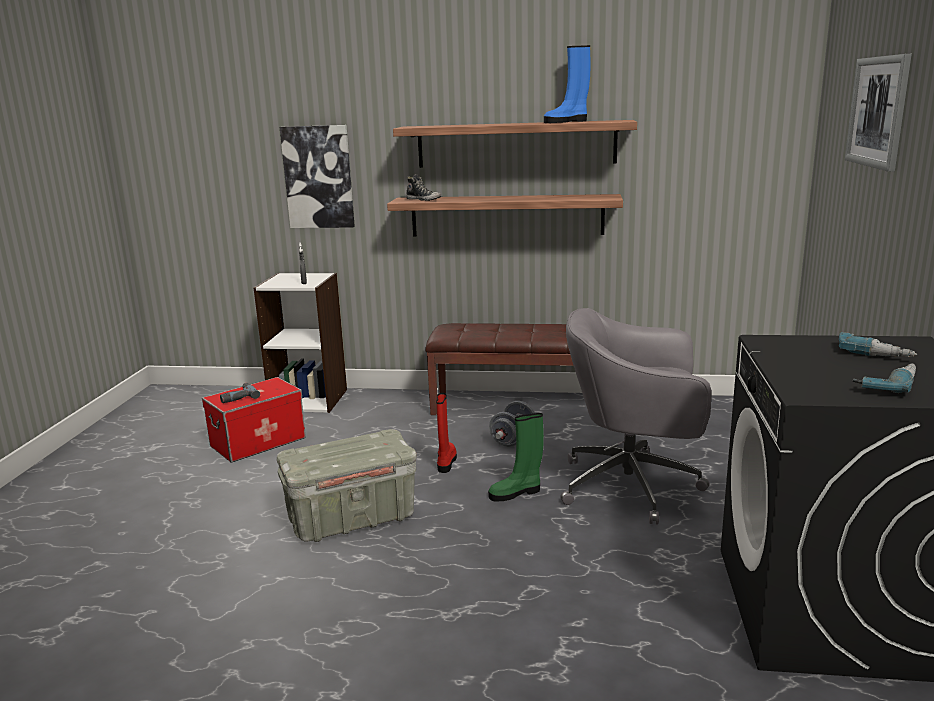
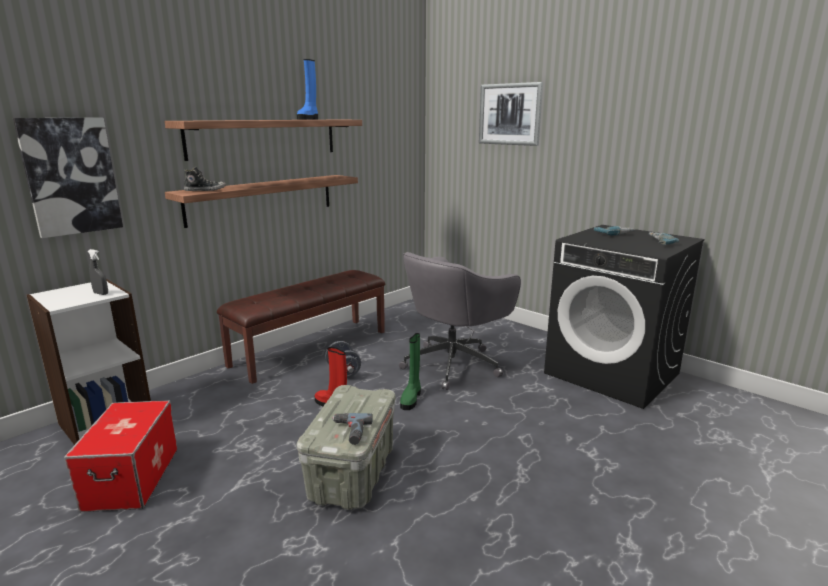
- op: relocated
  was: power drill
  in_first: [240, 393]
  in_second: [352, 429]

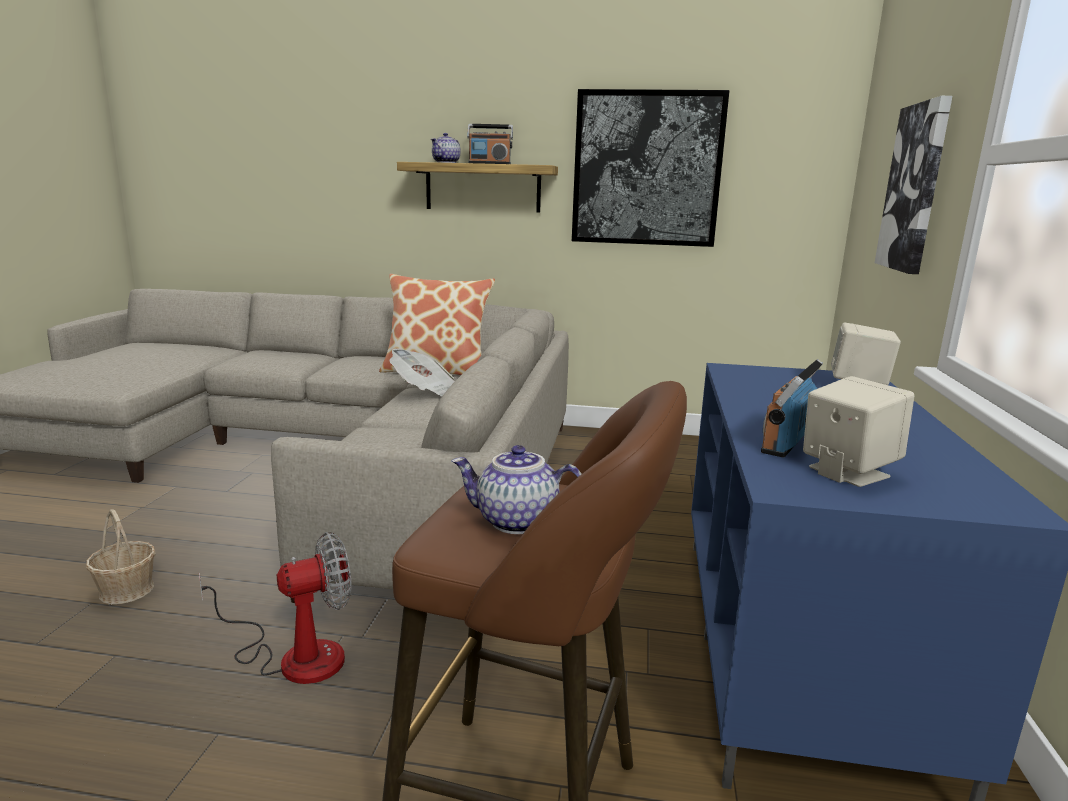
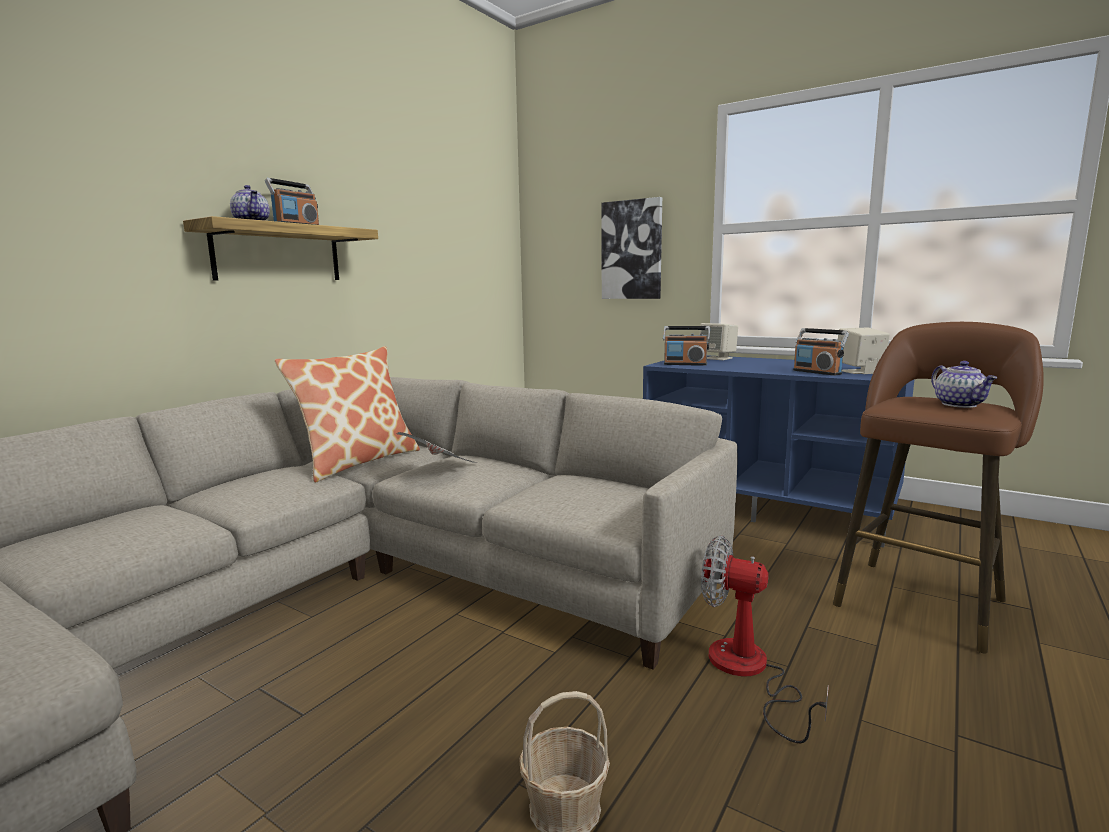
- op: missing
  was: picture
  in_first: [650, 168]
- op: appeared
  now: radio
  in_second: [686, 346]
- op: spun
  was: fan
  in_first: [275, 608]
  in_second: [765, 639]
  clockwise: -60
- op: spun
  was: teapot
  in_first: [516, 489]
  in_second: [964, 384]
  clockwise: -45

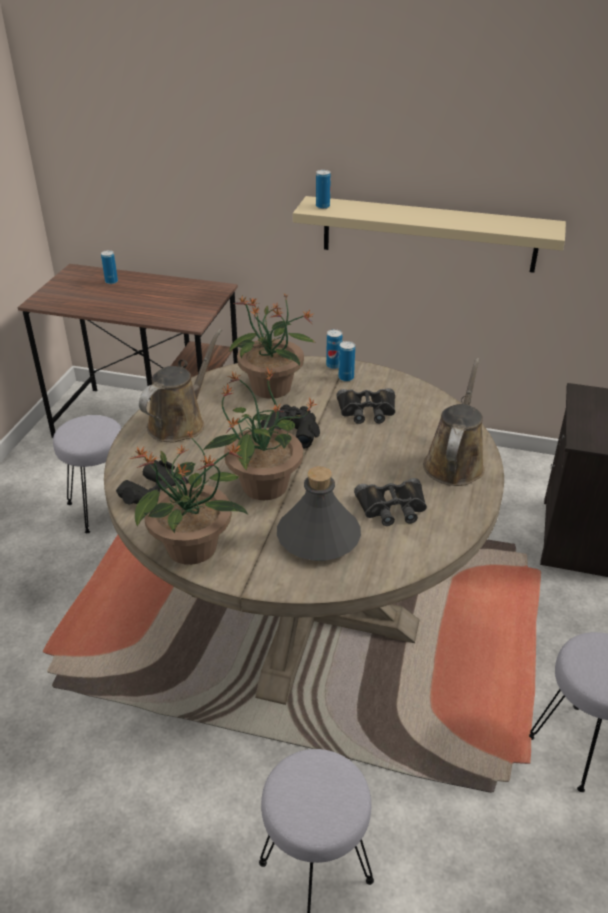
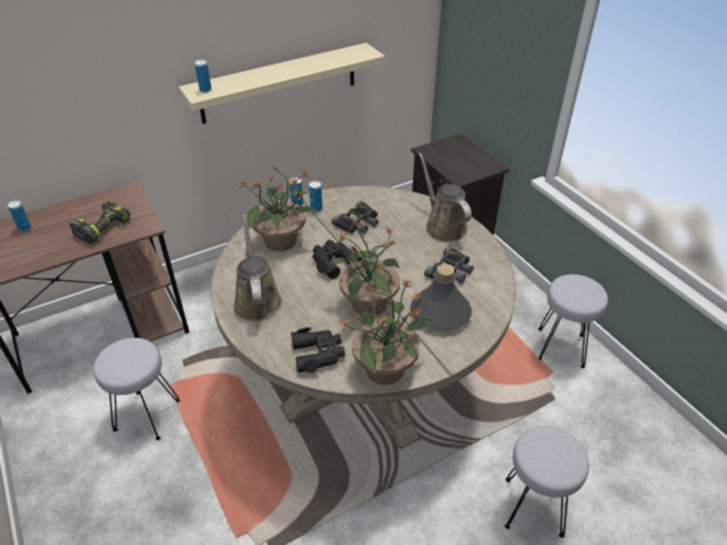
- op: appeared
  now: power drill
  in_second: [99, 223]

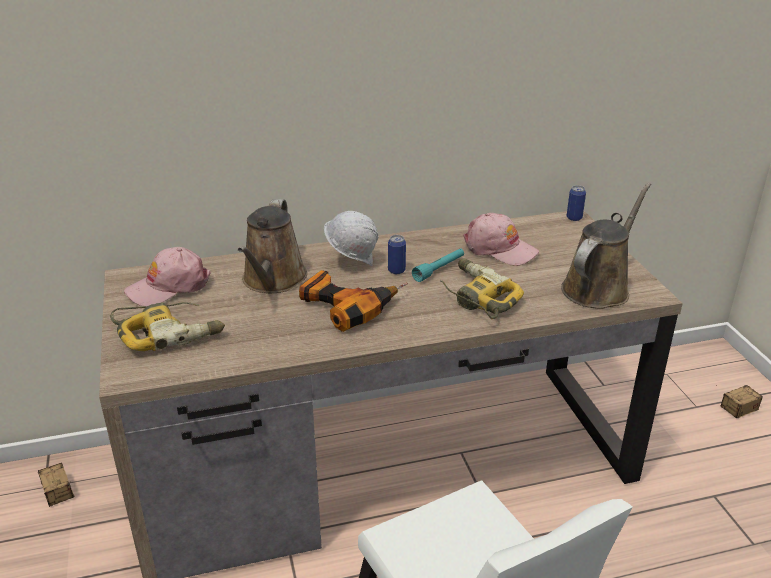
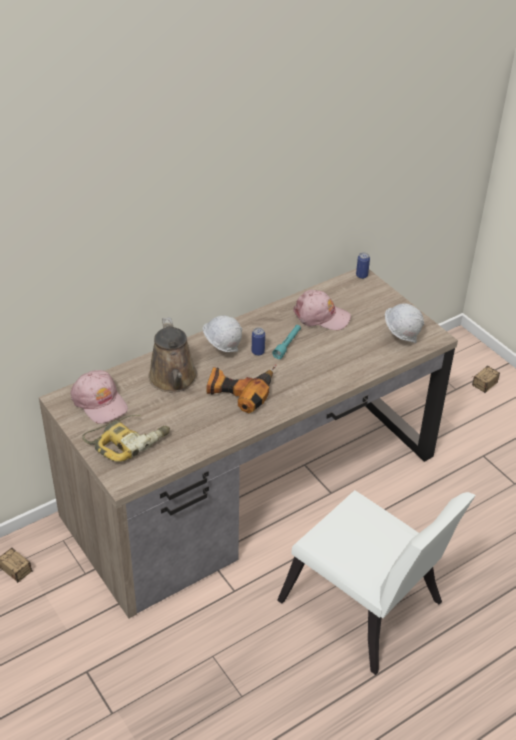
- op: missing
  was: power drill
  in_first: [482, 288]
- op: exchanged
  was: brown watering can
  now: white hard hat
  in_first: [606, 246]
  in_second: [404, 323]
- op: spun
  was: pink cap
  in_first: [167, 276]
  in_second: [99, 397]
  clockwise: -75

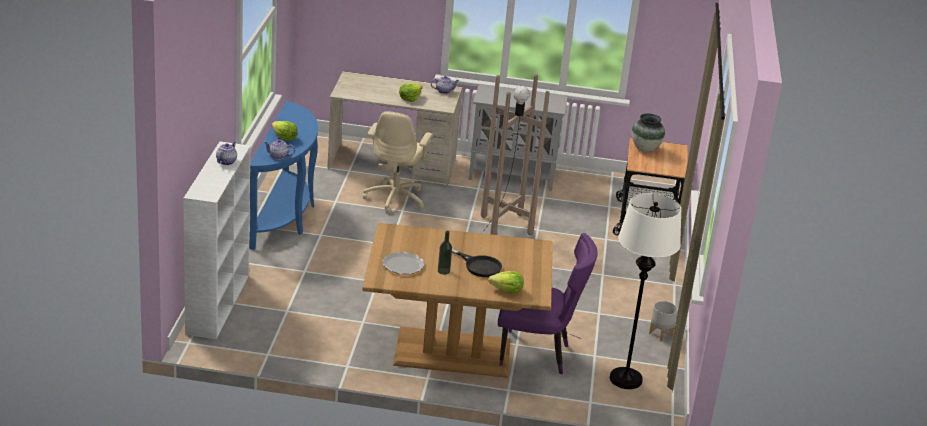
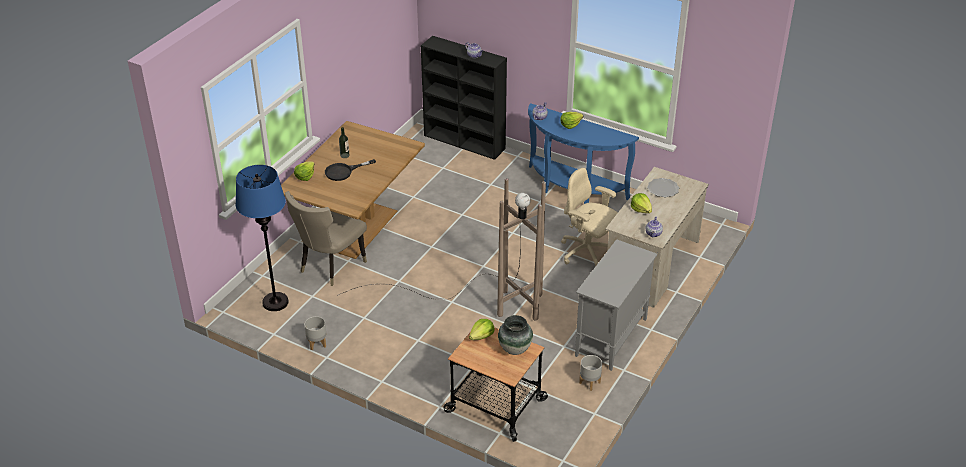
- op: appeared
  now: lettuce
  in_second: [482, 329]
- op: appeared
  now: grey planter
  in_second: [590, 373]
- op: relocated
  was: plate
  in_first: [403, 263]
  in_second: [663, 187]
- op: colour
  was: white bookcase
  now: black bookcase
  in_first: [216, 240]
  in_second: [464, 98]
- op: colour
  was: purple chair
  now: beige chair
  in_first: [548, 304]
  in_second: [326, 238]
- op: colour
  was: white floor lamp
  now: blue floor lamp
  in_first: [645, 291]
  in_second: [262, 238]

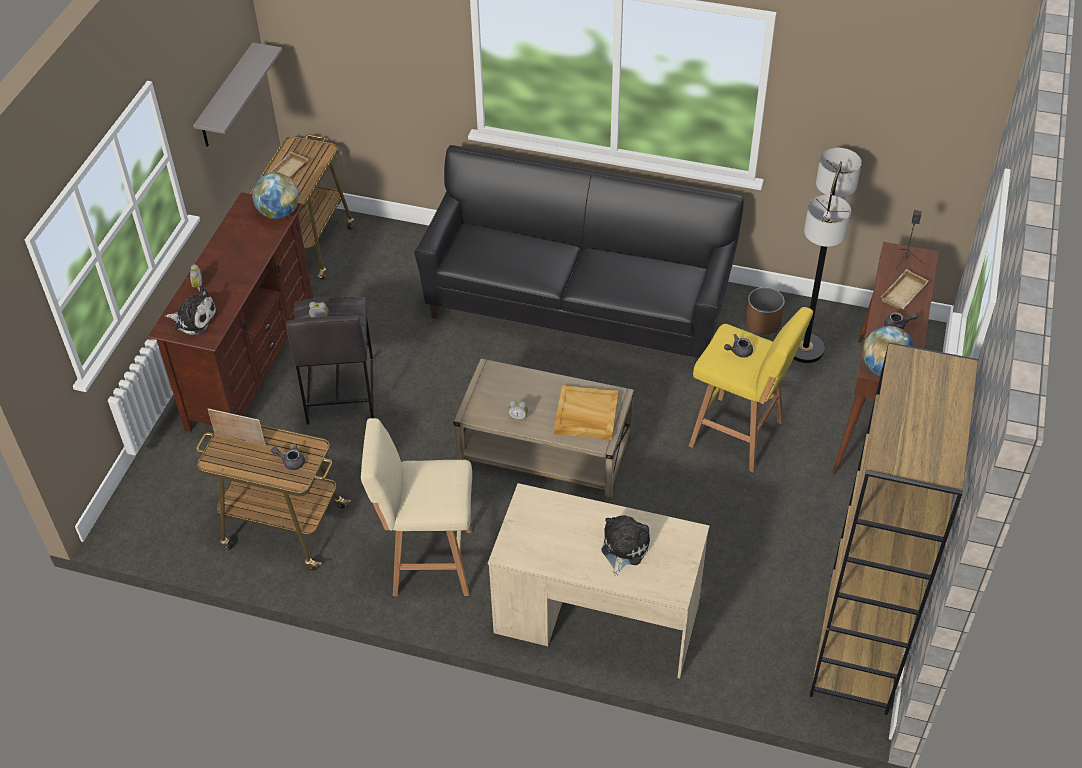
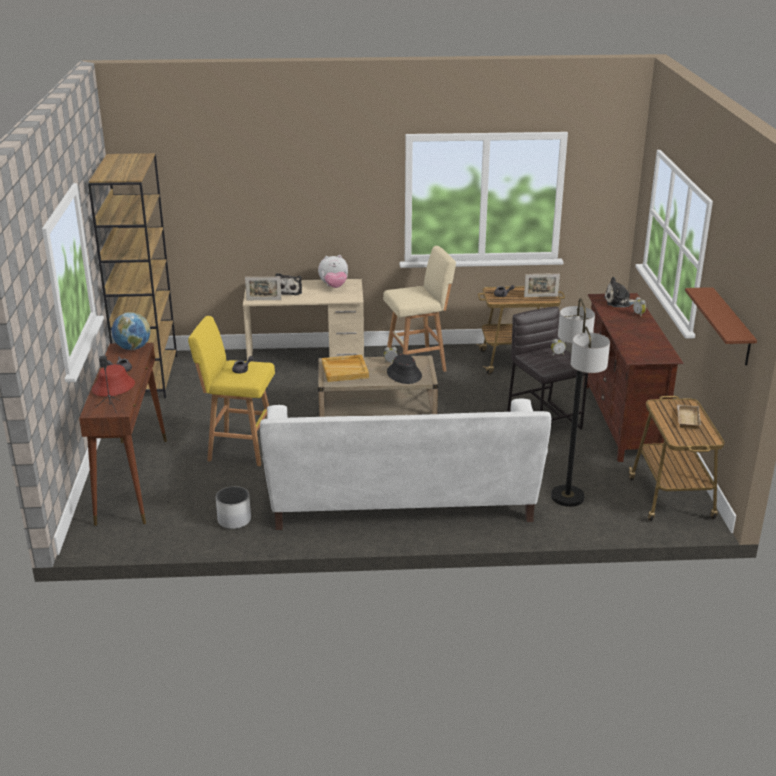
- op: missing
  was: globe
  in_first: [275, 195]
- op: appeared
  now: picture frame
  in_second: [263, 288]
- op: appeared
  now: plush toy
  in_second: [333, 271]
- op: appeared
  now: black hat
  in_second: [404, 369]
- op: relocated
  was: floor lamp
  in_first: [827, 255]
  in_second: [580, 402]
- op: exchanged
  was: beige tray
  now: red hat
  in_first: [905, 289]
  in_second: [113, 380]
- op: colour
  was: grey shelf
  now: brown shelf
  in_first: [237, 94]
  in_second: [721, 326]
- op: colour
  was: black sofa
  now: white sofa
  in_first: [579, 254]
  in_second: [405, 464]
- op: colour
  was: brown planter
  now: white planter
  in_first: [764, 311]
  in_second: [233, 507]

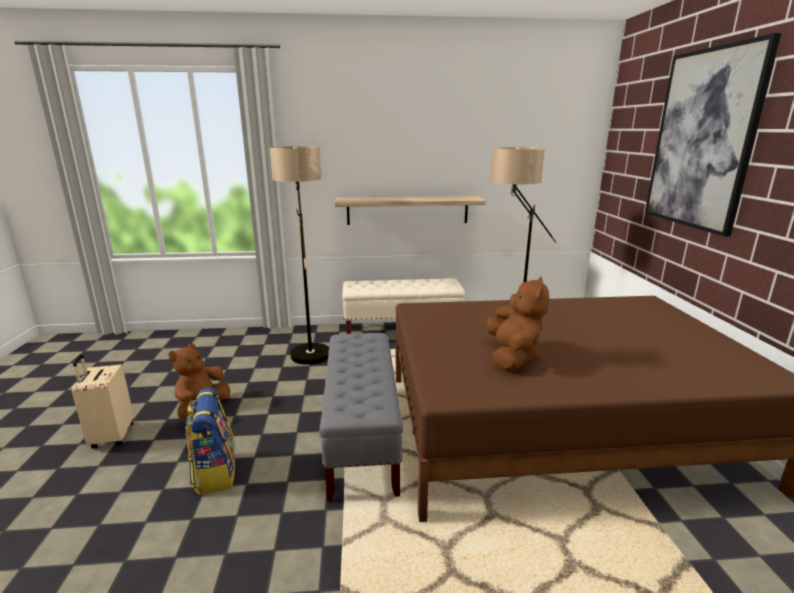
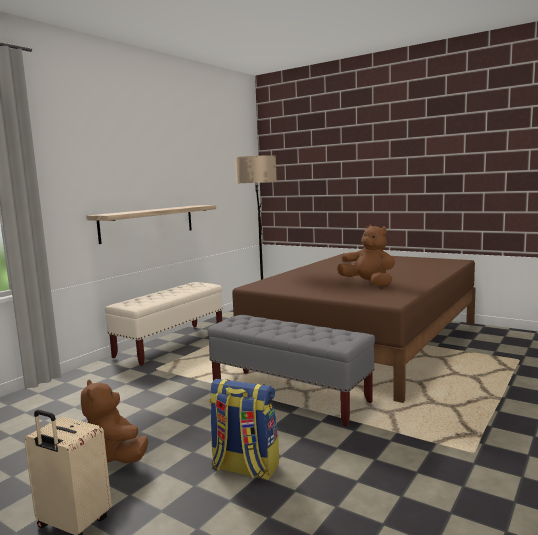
- op: missing
  was: floor lamp
  in_first: [299, 255]
- op: missing
  was: picture
  in_first: [713, 135]

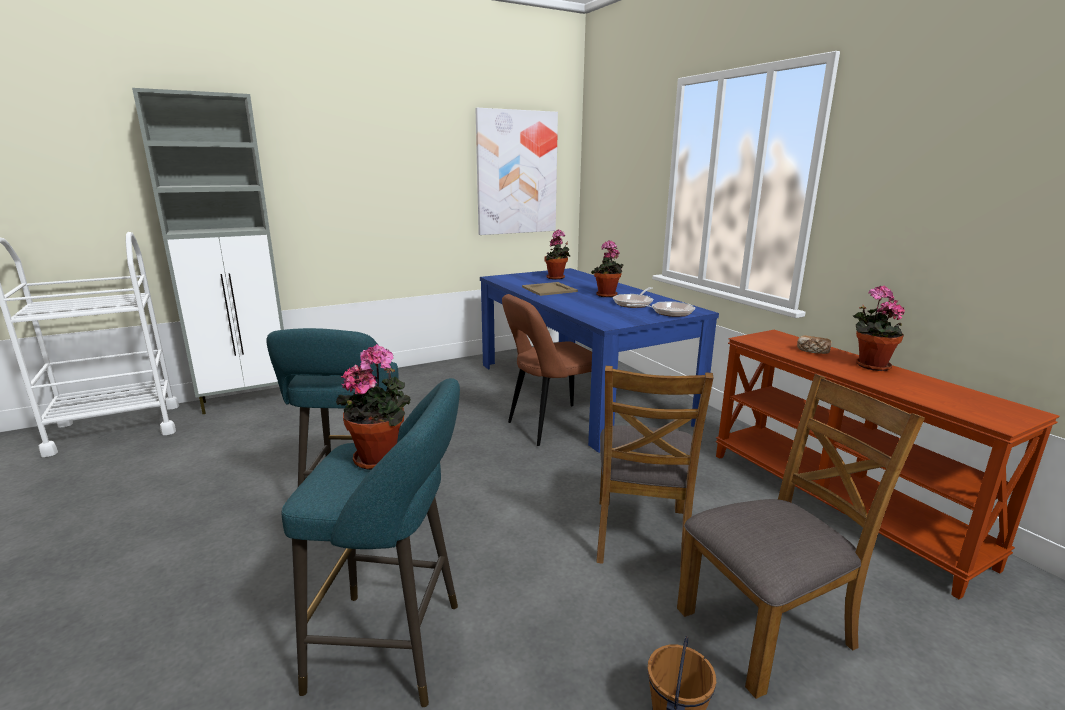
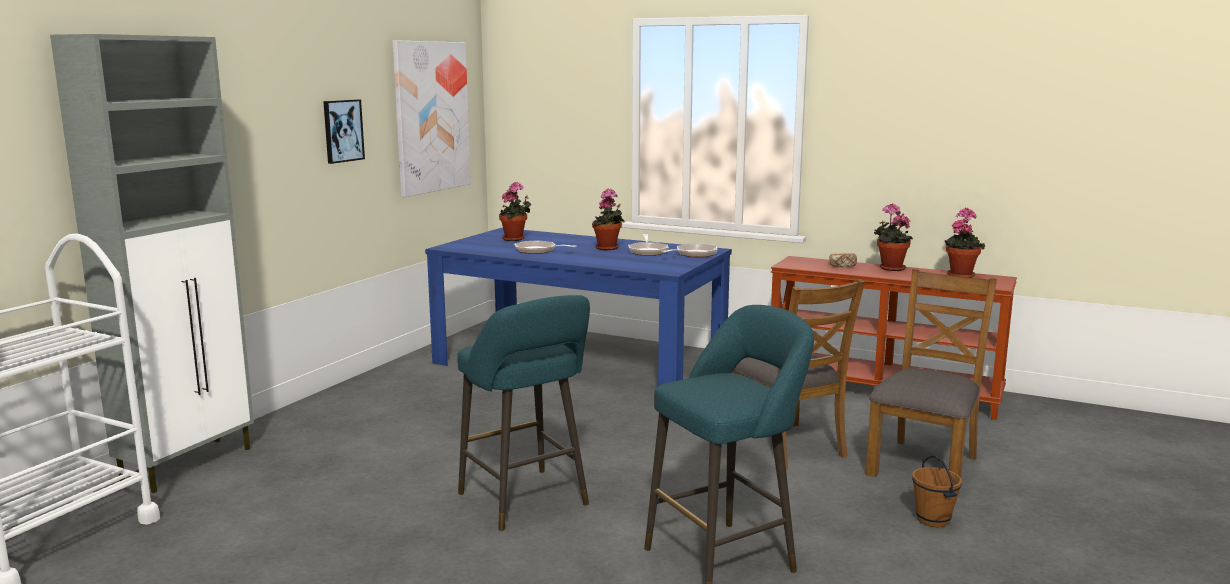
- op: missing
  was: brown chair
  in_first: [547, 370]
- op: appeared
  now: picture
  in_second: [344, 131]
- op: relocated
  was: potted plant
  in_first: [373, 407]
  in_second: [965, 243]
- op: exchanged
  was: beige tray
  now: frying pan
  in_first: [550, 289]
  in_second: [545, 247]

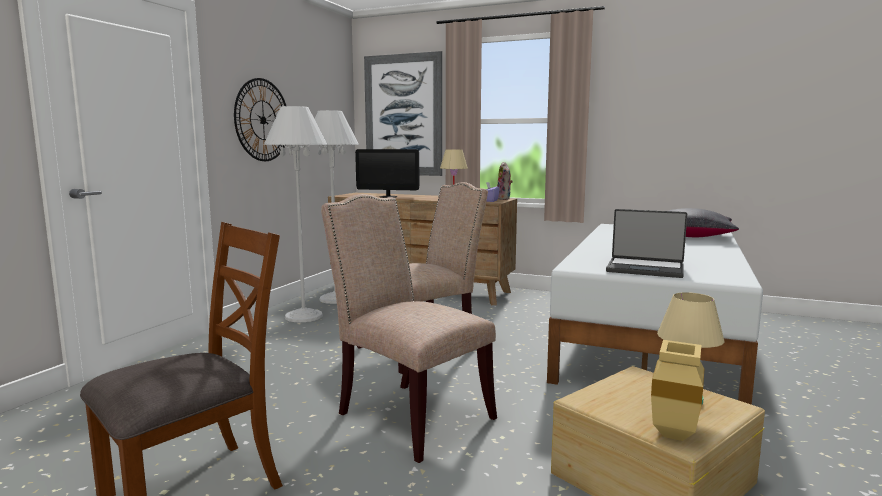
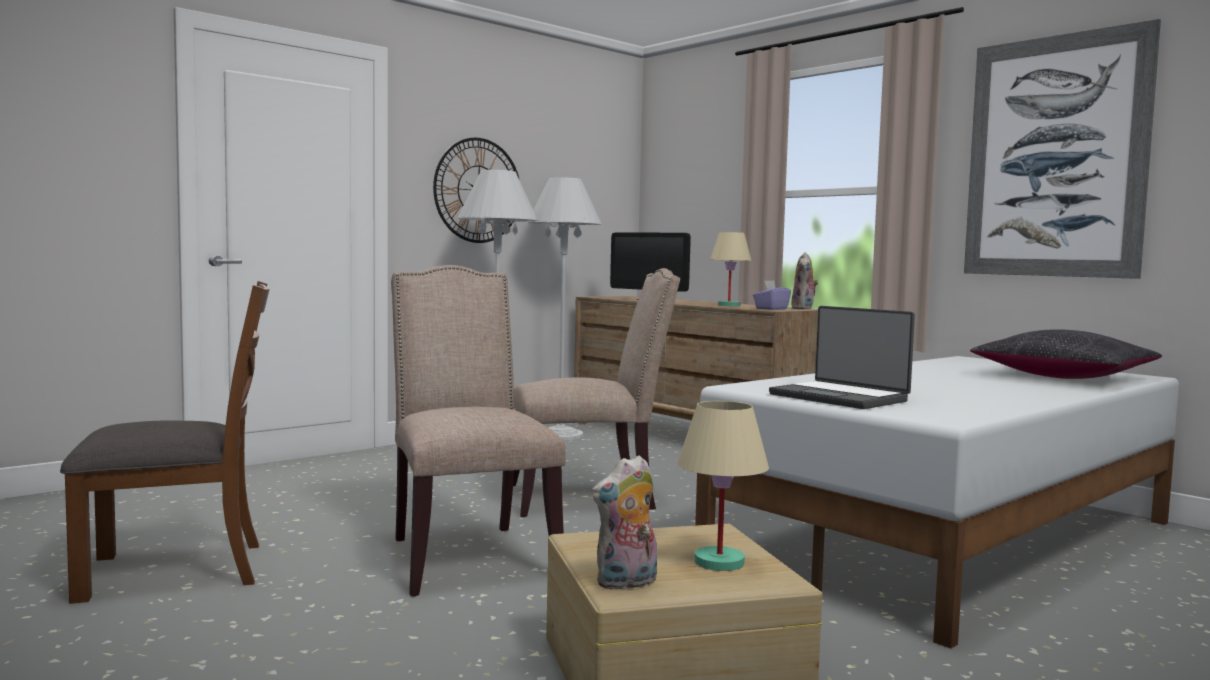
- op: relocated
  was: picture
  in_first: [403, 113]
  in_second: [1062, 149]
- op: exchanged
  was: beige vase
  now: plush toy
  in_first: [677, 390]
  in_second: [624, 523]

